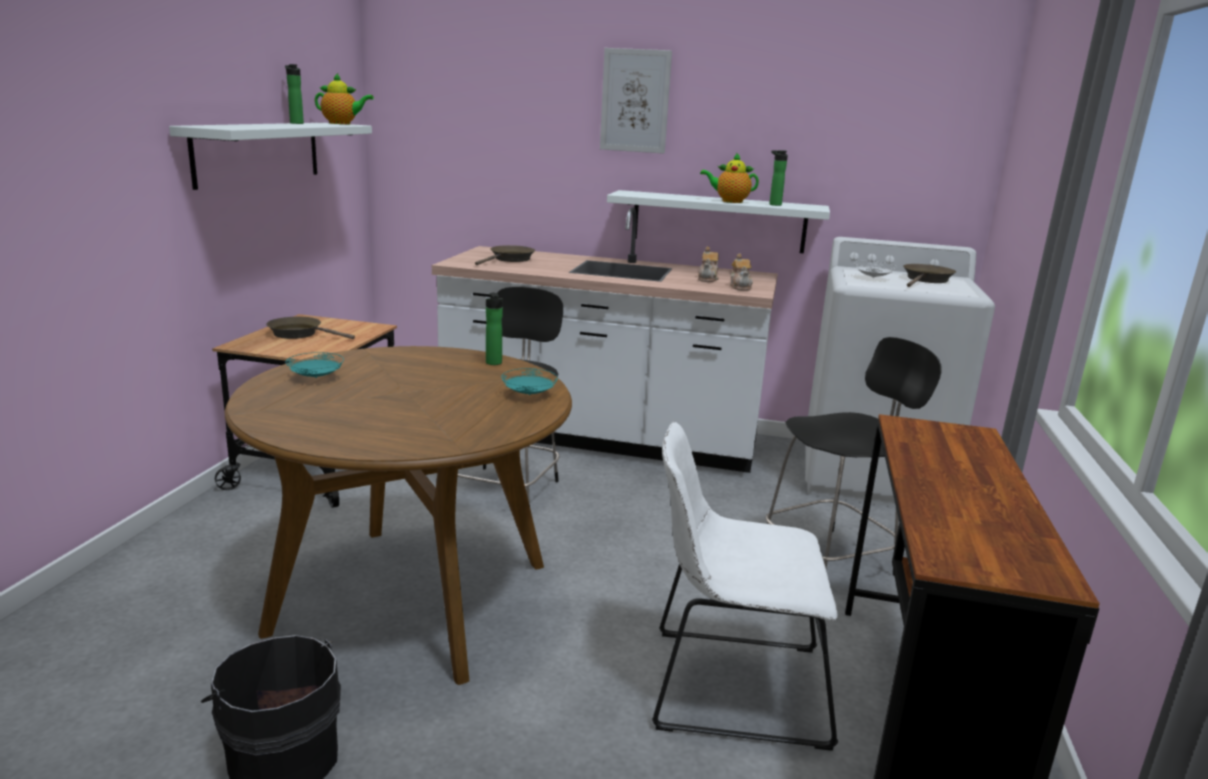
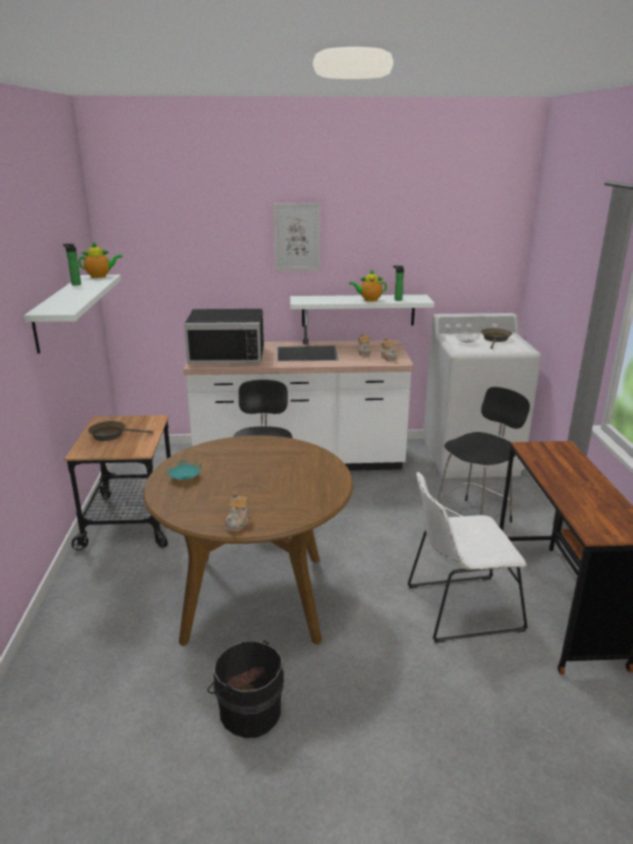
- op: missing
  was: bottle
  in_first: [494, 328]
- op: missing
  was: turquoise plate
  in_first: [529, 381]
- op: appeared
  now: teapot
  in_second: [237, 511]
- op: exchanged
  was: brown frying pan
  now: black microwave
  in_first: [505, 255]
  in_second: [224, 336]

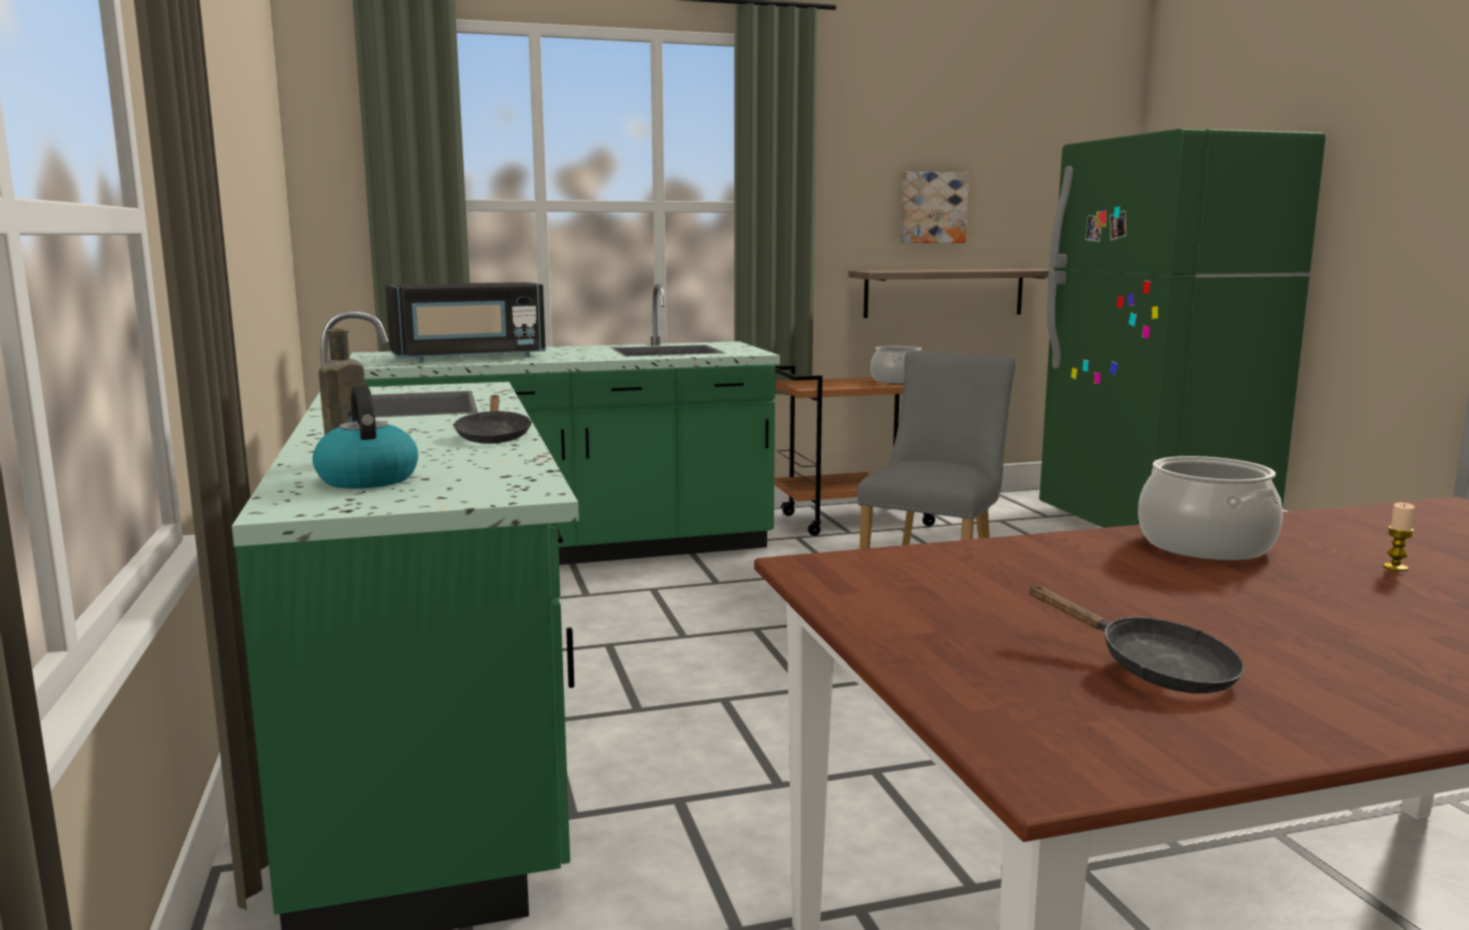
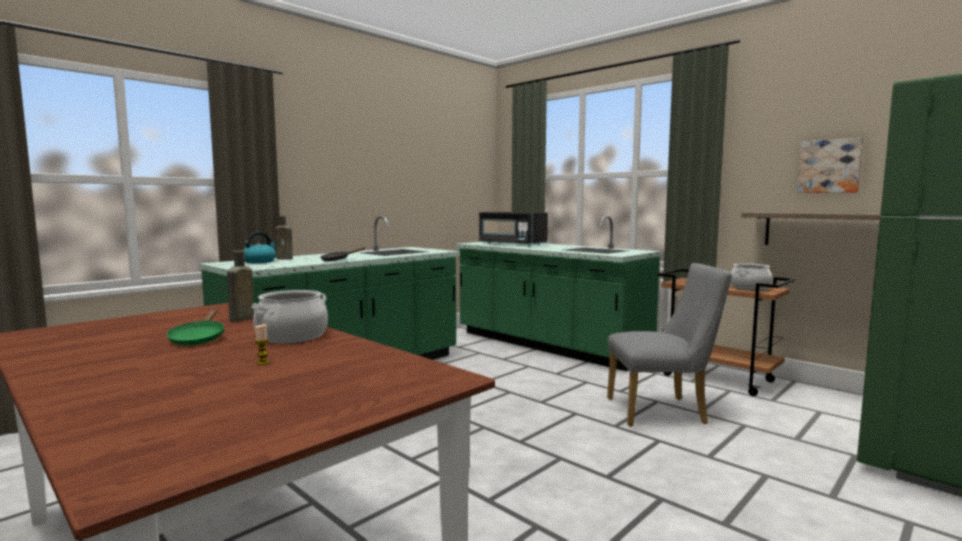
- op: missing
  was: black frying pan
  in_first: [1136, 639]
- op: appeared
  now: green frying pan
  in_second: [195, 327]
- op: appeared
  now: brown bottle
  in_second: [240, 286]

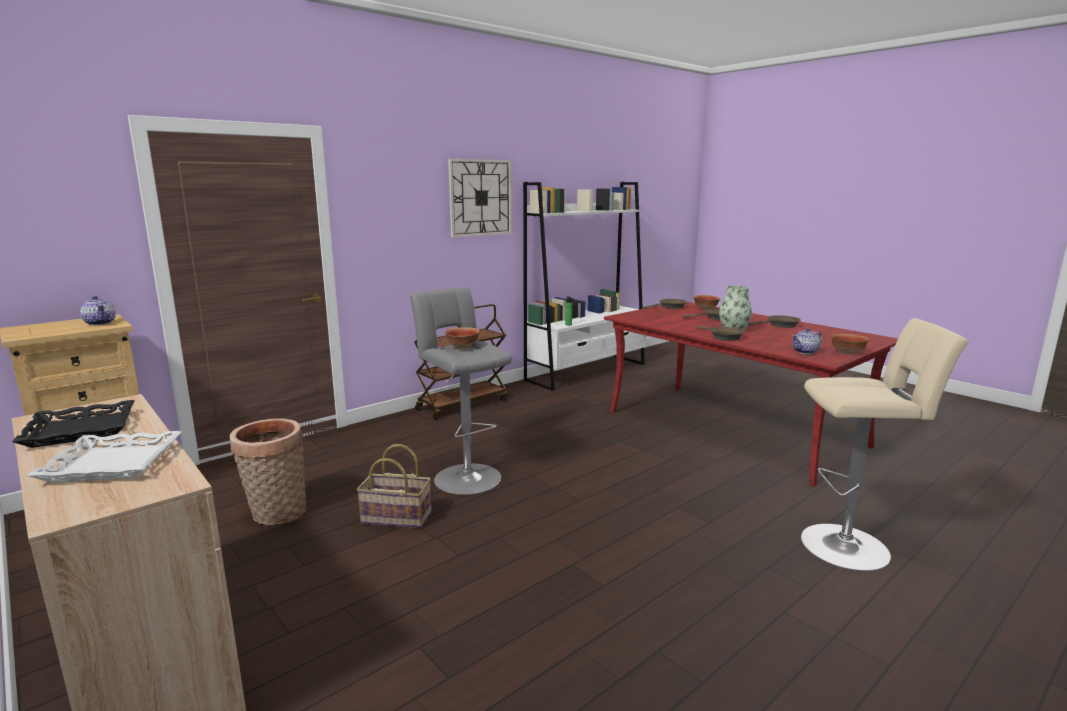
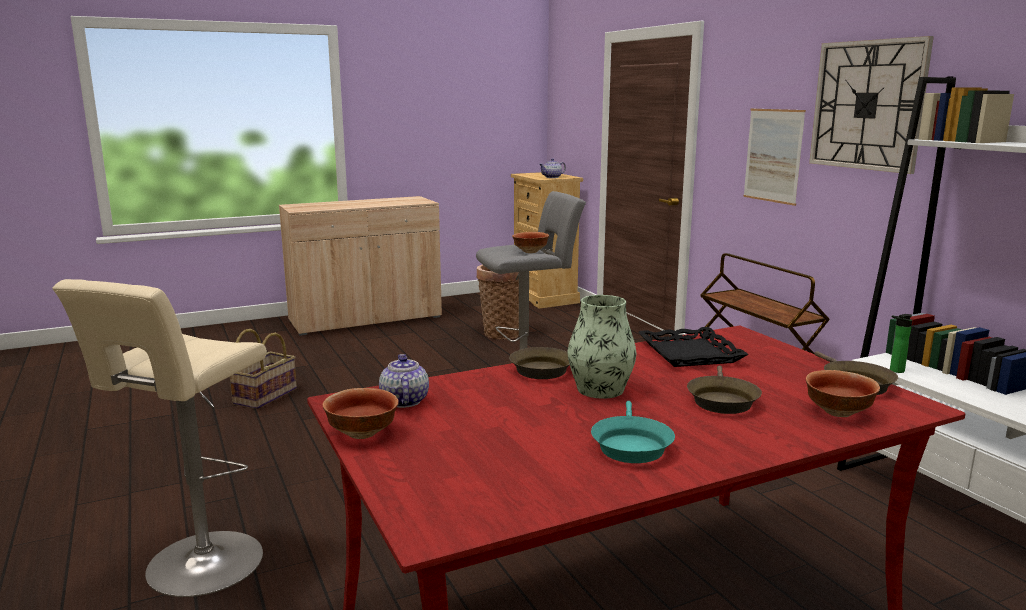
- op: missing
  was: white tray
  in_first: [104, 457]
- op: appeared
  now: picture
  in_second: [774, 157]
- op: relocated
  was: black tray
  in_first: [73, 424]
  in_second: [693, 347]
- op: relocated
  was: basket
  in_first: [394, 486]
  in_second: [263, 369]
- op: colour
  was: brown frying pan
  now: turquoise frying pan
  in_first: [774, 321]
  in_second: [633, 432]

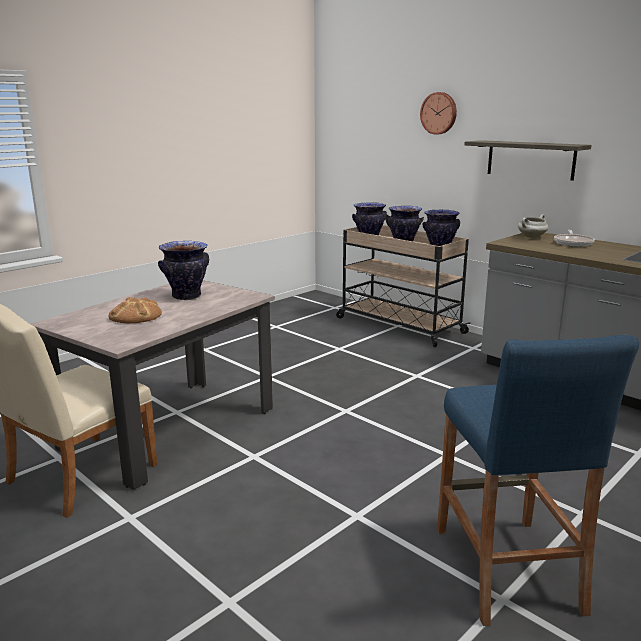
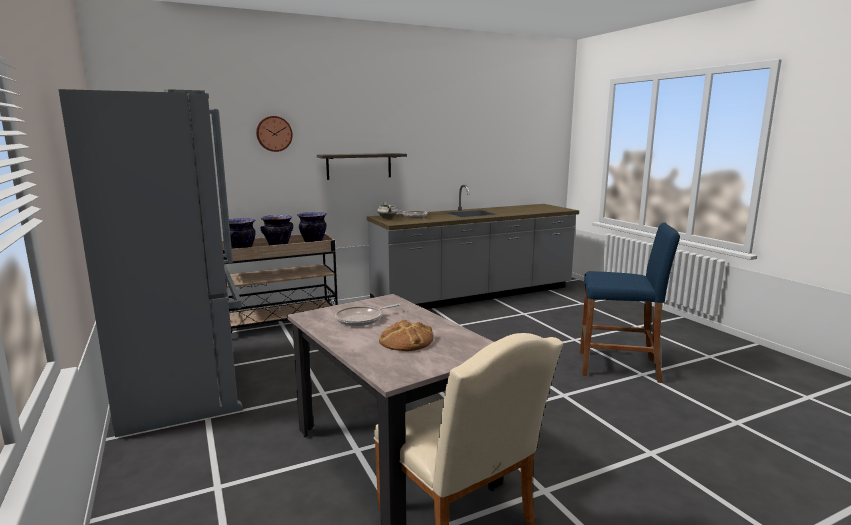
- op: appeared
  now: grey fridge
  in_second: [150, 263]
- op: exchanged
  was: vase
  now: frying pan
  in_first: [183, 270]
  in_second: [368, 315]

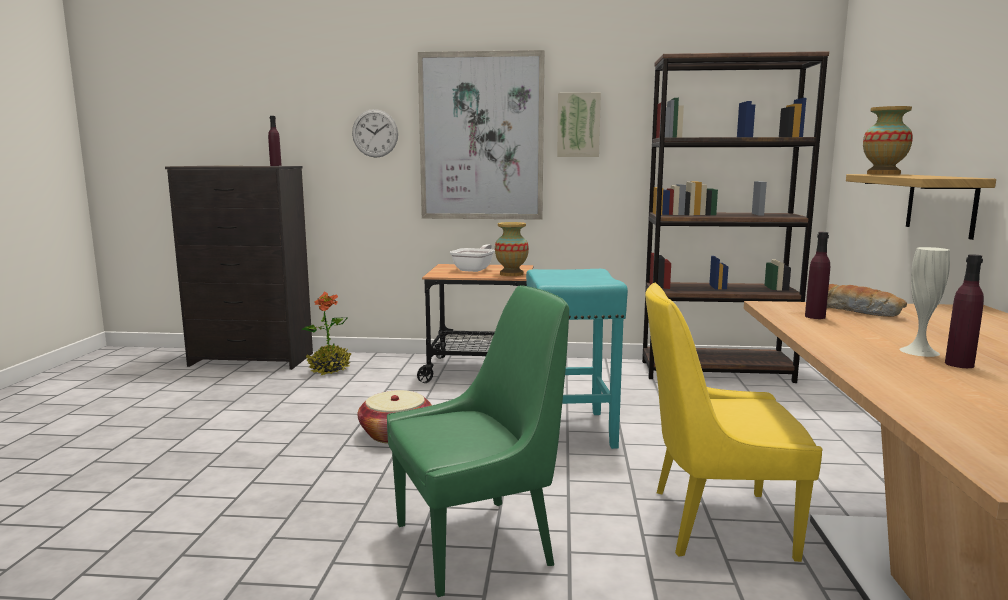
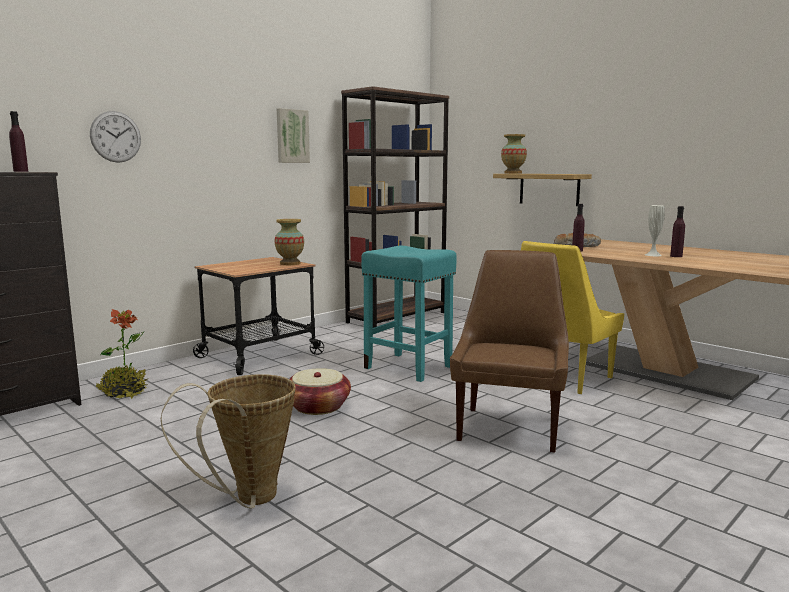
- op: missing
  was: picture
  in_first: [481, 135]
- op: missing
  was: frying pan
  in_first: [472, 258]
- op: appeared
  now: basket
  in_second: [228, 441]
- op: colour
  was: green chair
  now: brown chair
  in_first: [478, 441]
  in_second: [509, 351]

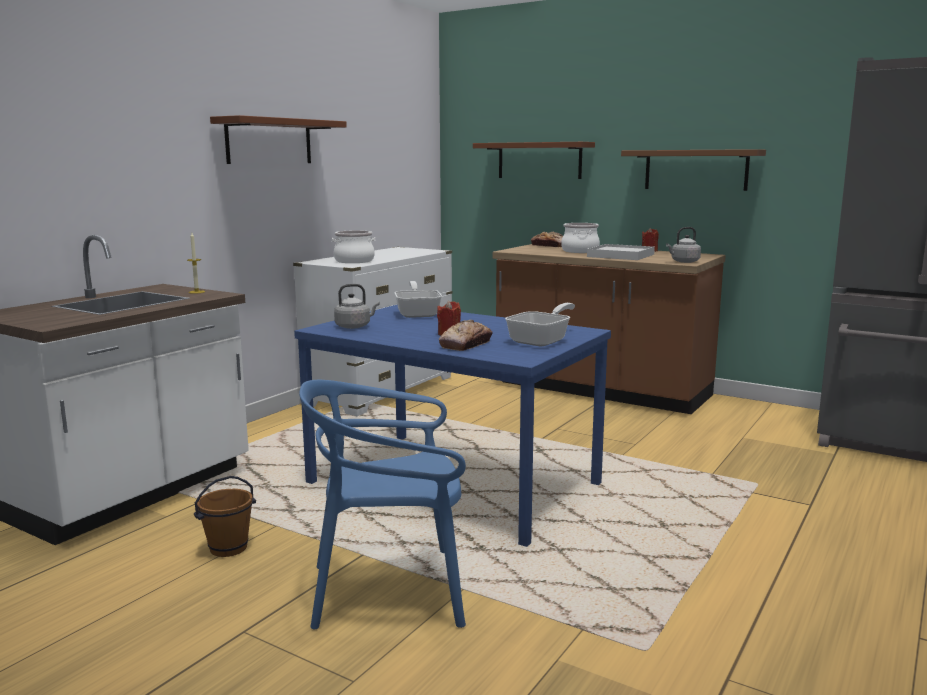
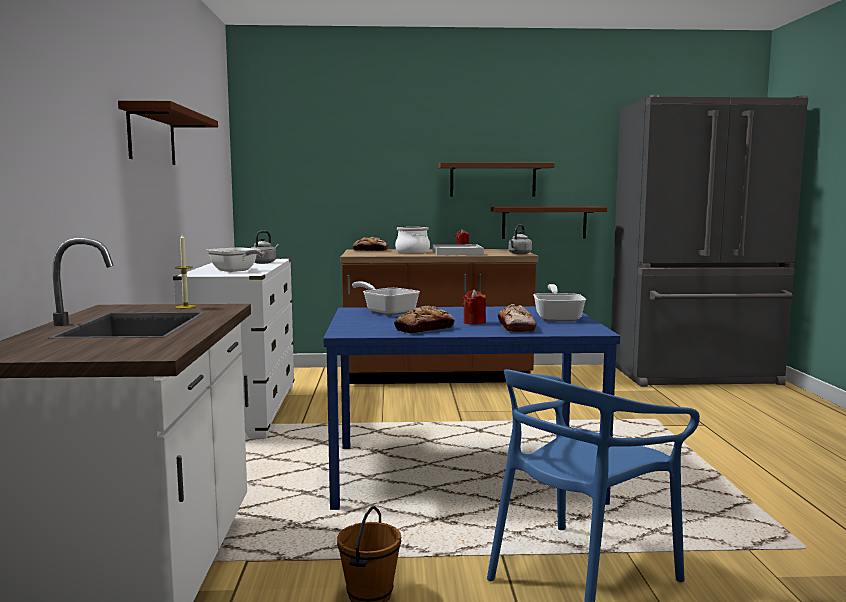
- op: appeared
  now: bread
  in_second: [424, 320]
- op: relocated
  was: grey kettle
  in_first: [357, 306]
  in_second: [265, 247]
- op: relocated
  was: brown shelf
  in_first: [534, 160]
  in_second: [549, 223]
- op: exchanged
  was: cooking pot
  now: frying pan
  in_first: [354, 246]
  in_second: [236, 259]

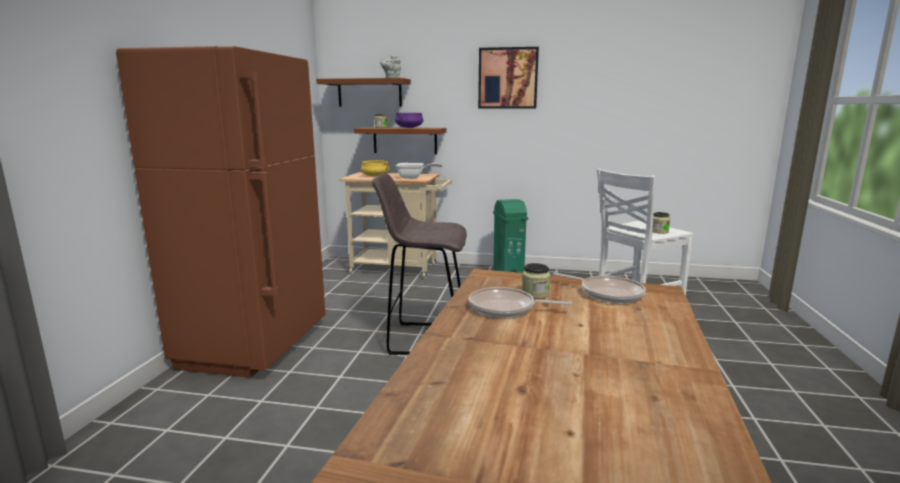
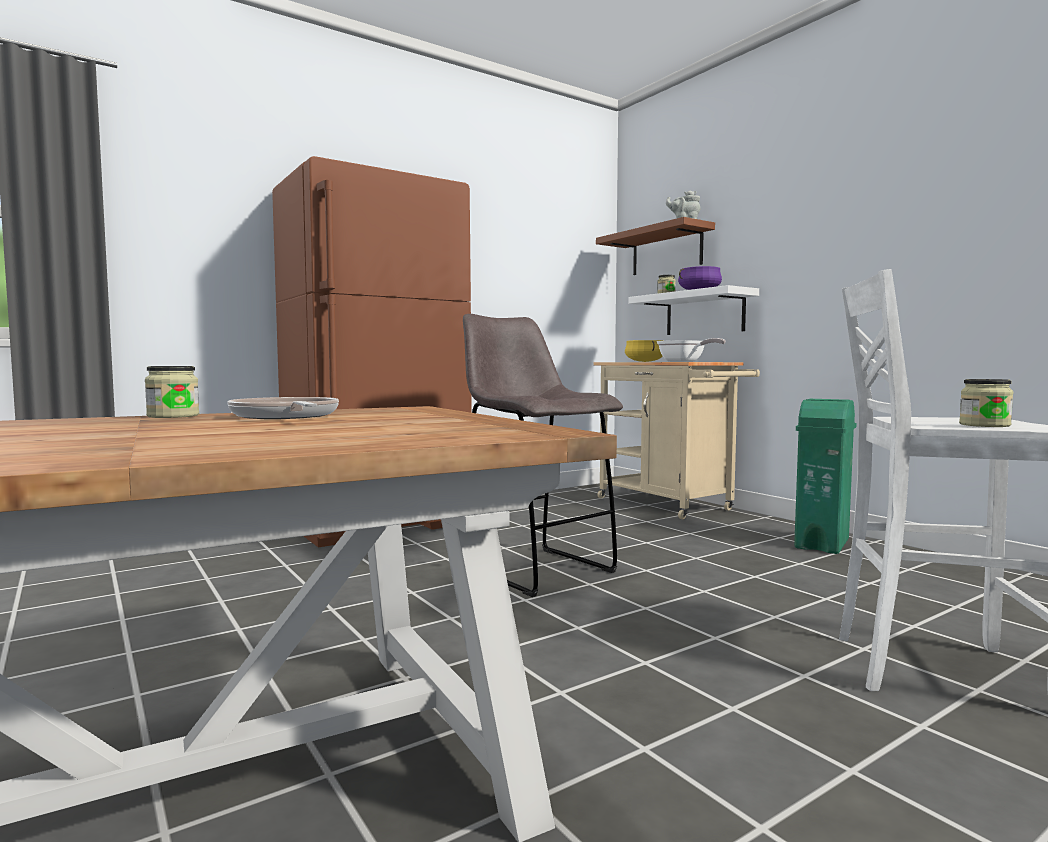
- op: missing
  was: picture
  in_first: [508, 78]
- op: missing
  was: frying pan
  in_first: [599, 288]
- op: relocated
  was: jar
  in_first: [536, 281]
  in_second: [172, 392]
- op: colour
  was: brown shelf
  now: white shelf
  in_first: [400, 140]
  in_second: [693, 310]

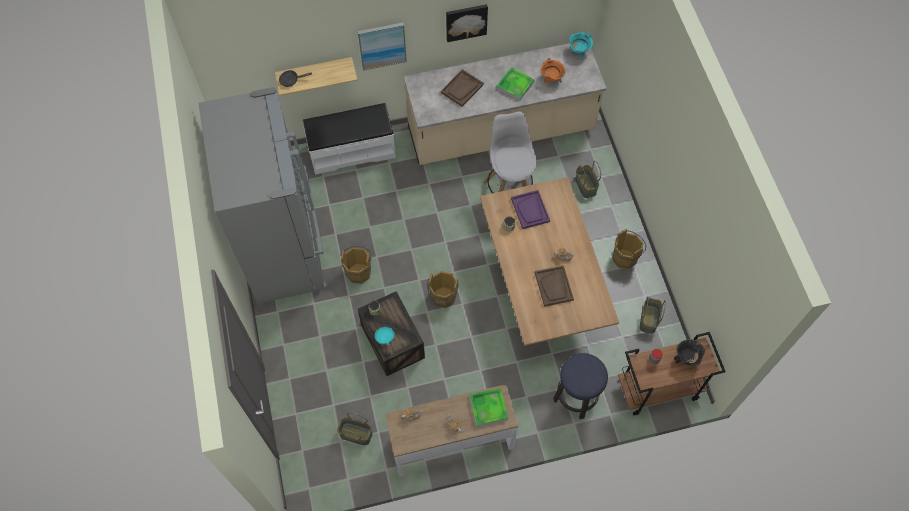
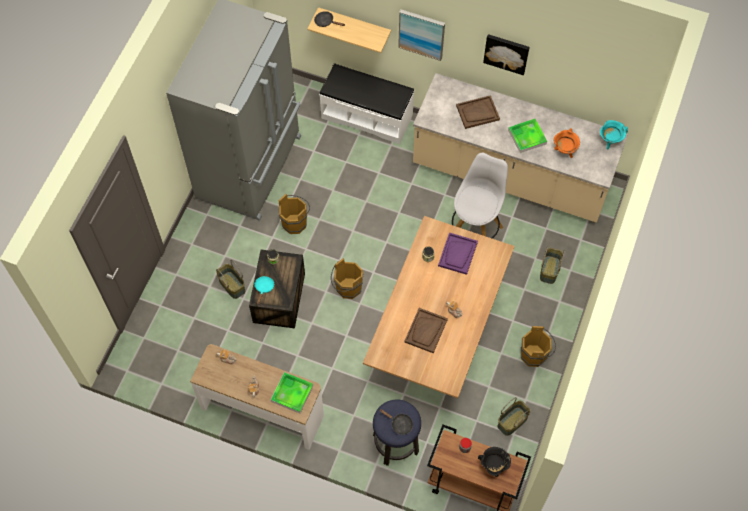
- op: appeared
  now: black frying pan
  in_second: [396, 422]
- op: relocated
  was: basket
  in_first: [354, 428]
  in_second: [230, 279]

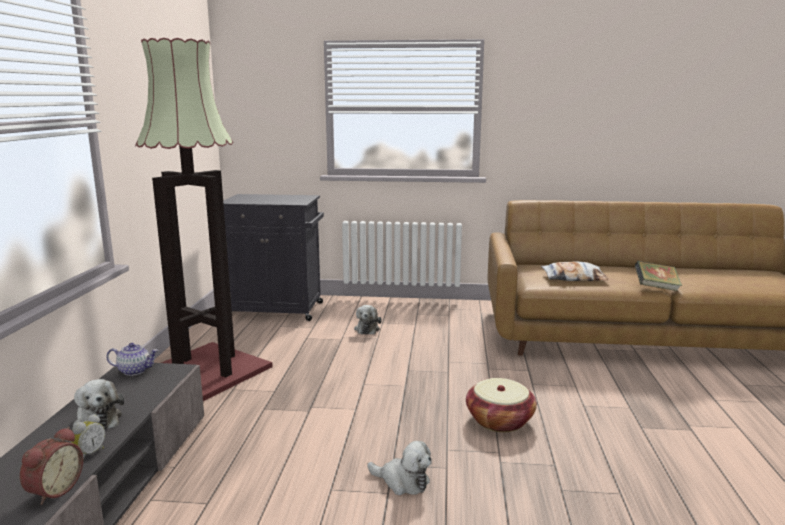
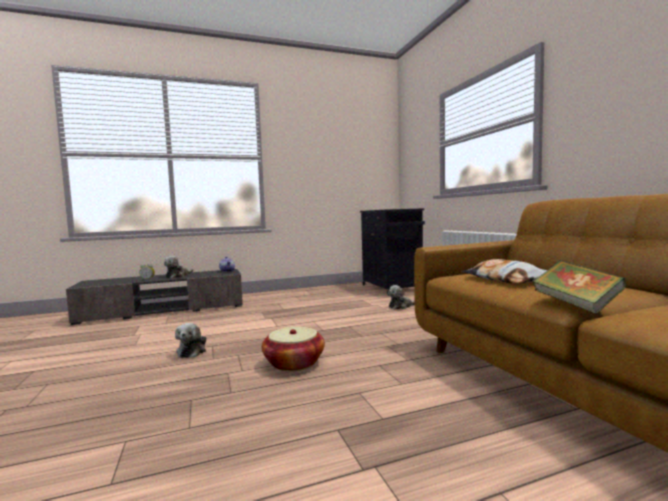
- op: missing
  was: alarm clock
  in_first: [51, 466]
- op: missing
  was: floor lamp
  in_first: [204, 219]

